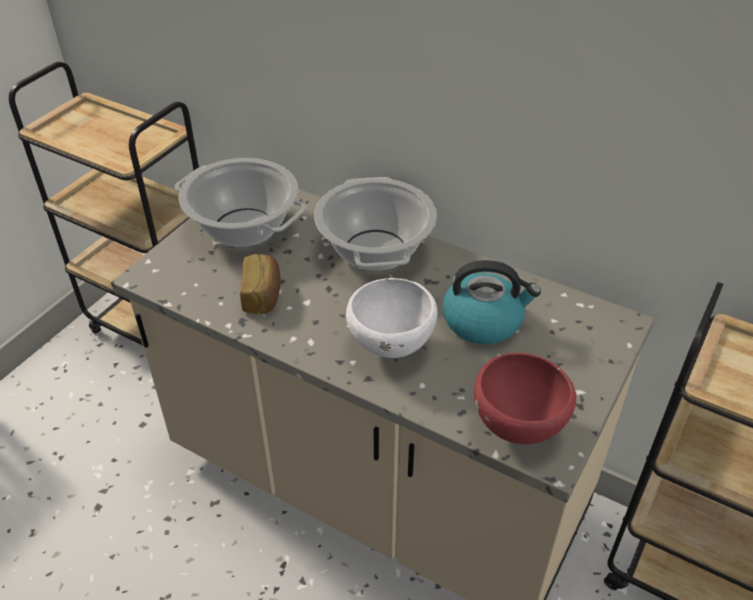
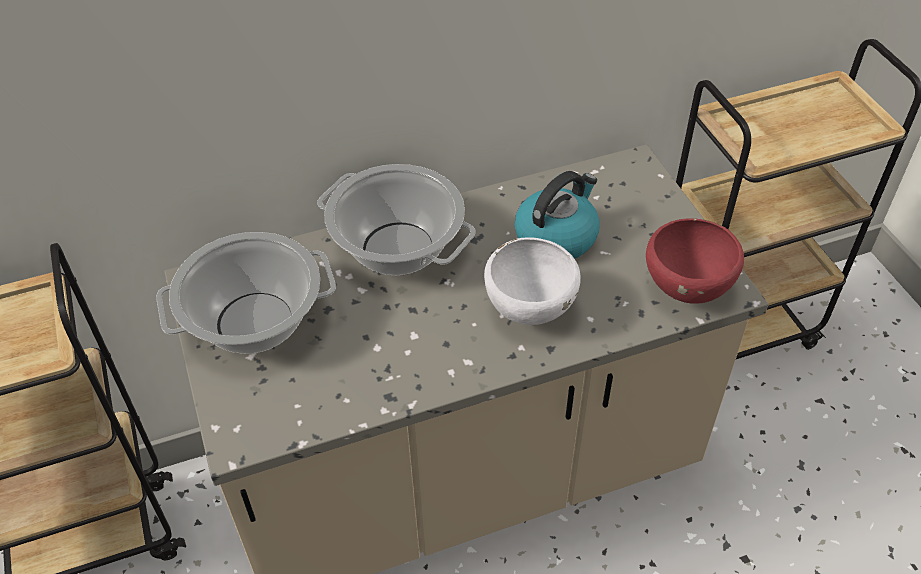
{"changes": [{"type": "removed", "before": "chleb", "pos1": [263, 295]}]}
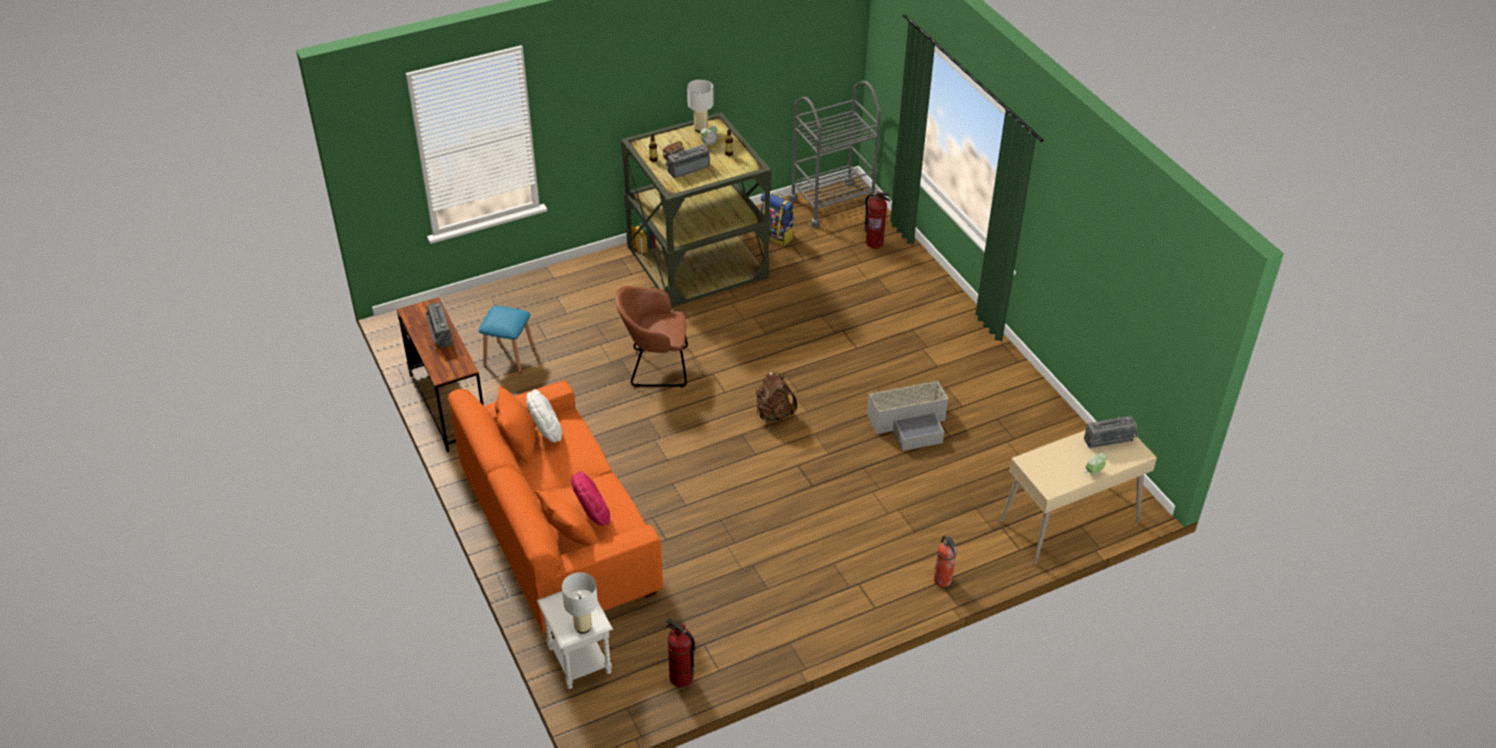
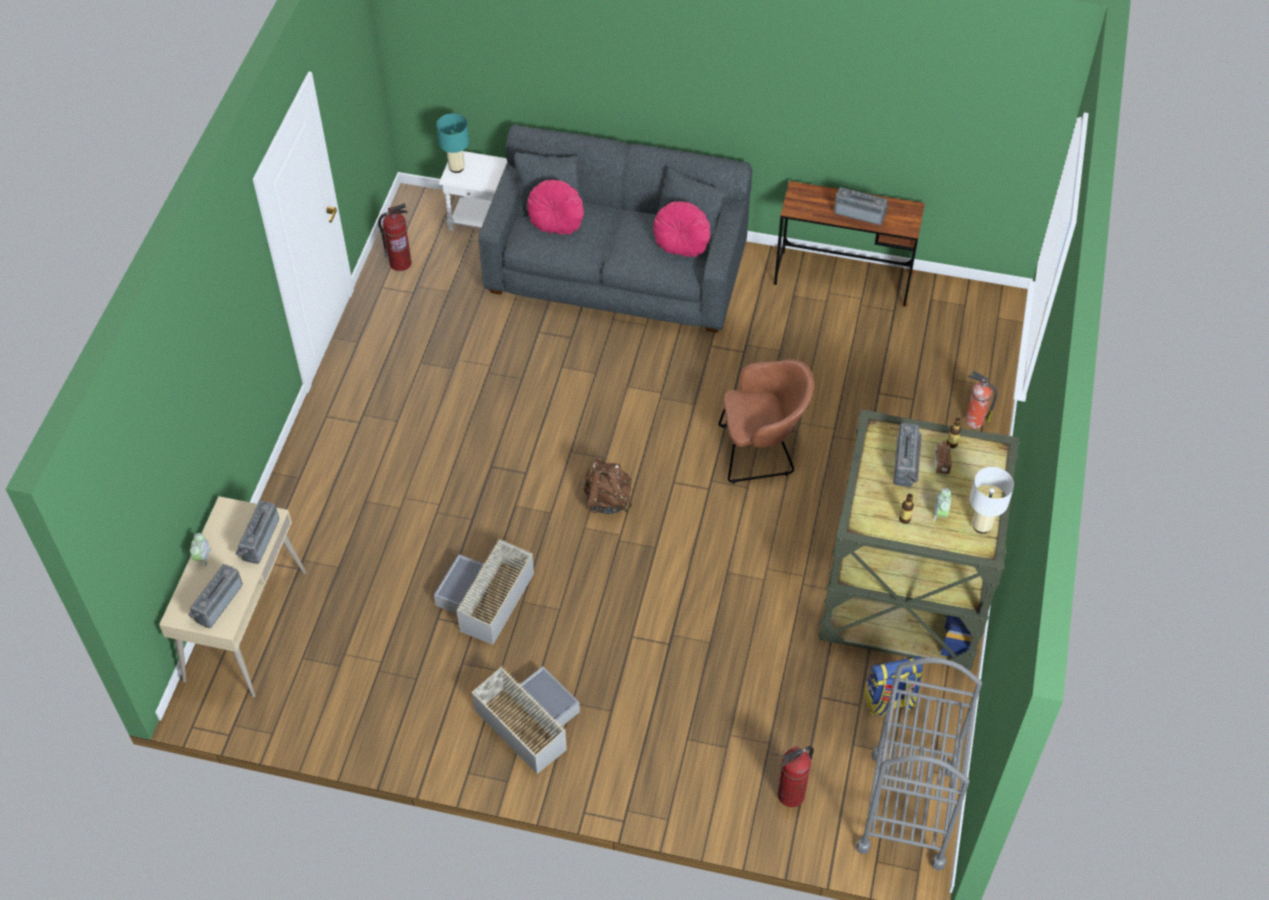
{"changes": [{"type": "turned", "before": "fotel [brązowy]", "pos1": [655, 366], "pos2": [761, 451], "turn": 45}, {"type": "removed", "before": "stołek [niebieski]", "pos1": [509, 356]}, {"type": "recoloured", "before": "kanapa [pomarańczowy]", "after": "kanapa [szary]", "pos1": [559, 532], "pos2": [616, 273]}, {"type": "recoloured", "before": "poduszka [biały]", "after": "poduszka [różowy]", "pos1": [546, 433], "pos2": [681, 248]}, {"type": "moved", "before": "gaśnica", "pos1": [943, 580], "pos2": [973, 420]}, {"type": "recoloured", "before": "lampa stołowa [biały]", "after": "lampa stołowa [turkusowy]", "pos1": [582, 627], "pos2": [456, 167]}, {"type": "added", "after": "radio", "pos2": [258, 539]}, {"type": "added", "after": "pojemnik do przechowywania [szary]", "pos2": [528, 721]}]}
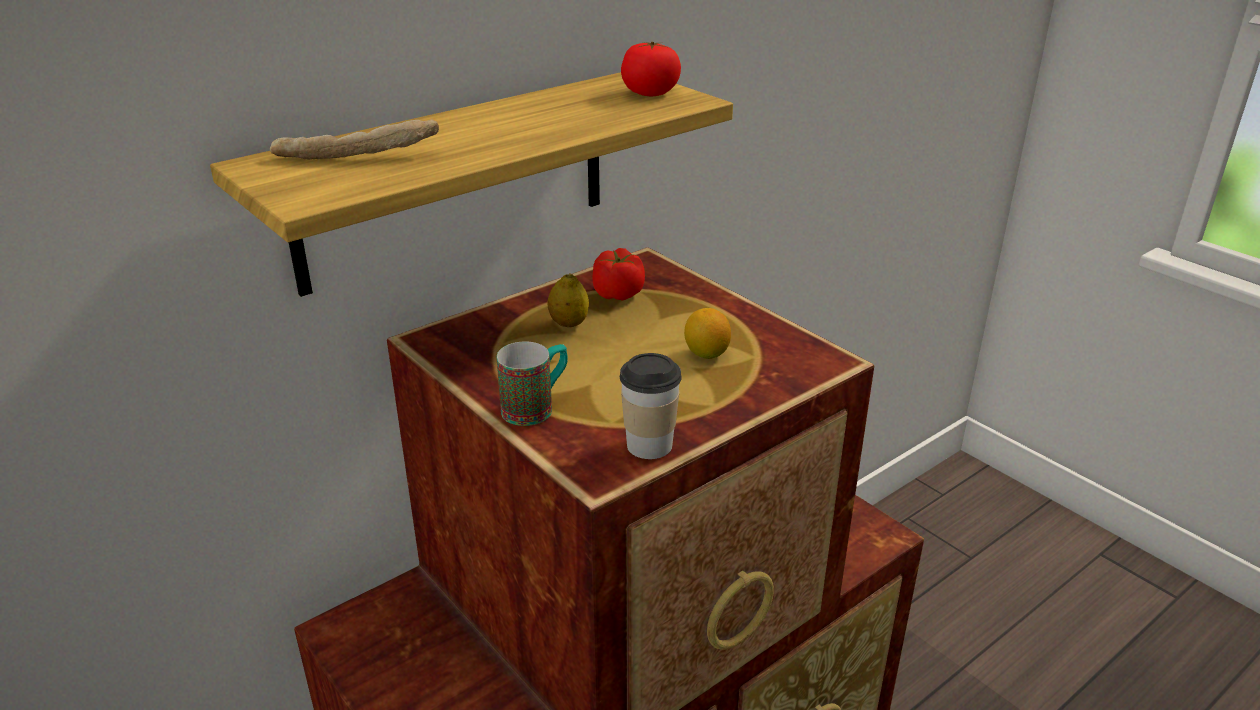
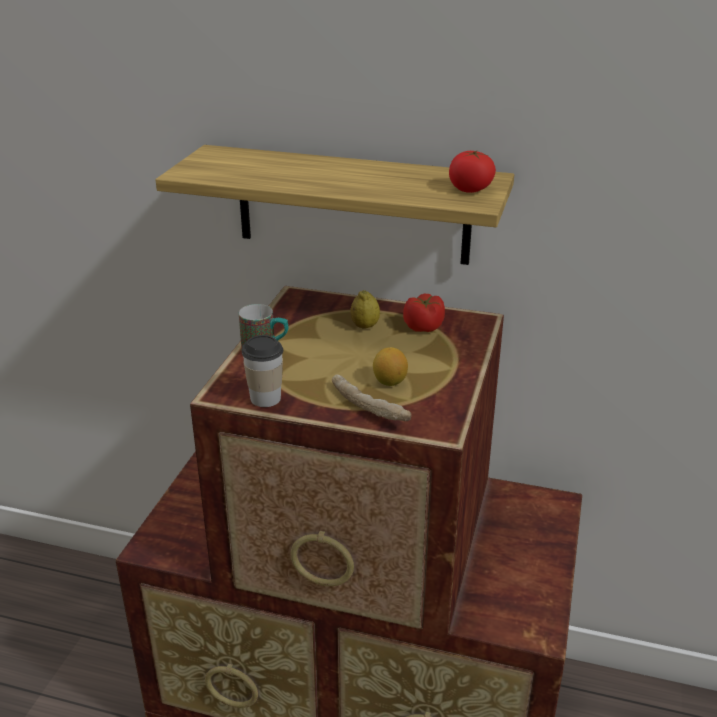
{"changes": [{"type": "moved", "before": "chleb", "pos1": [357, 155], "pos2": [369, 407]}]}
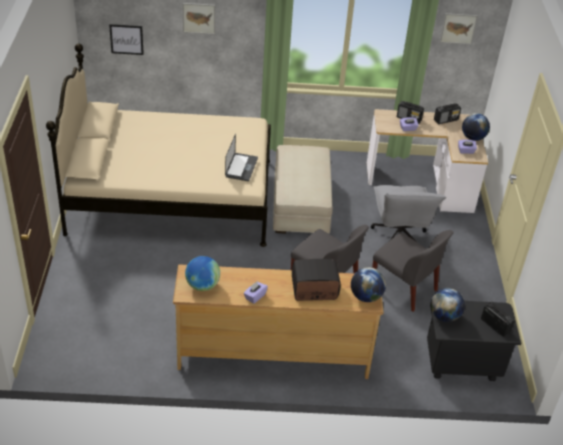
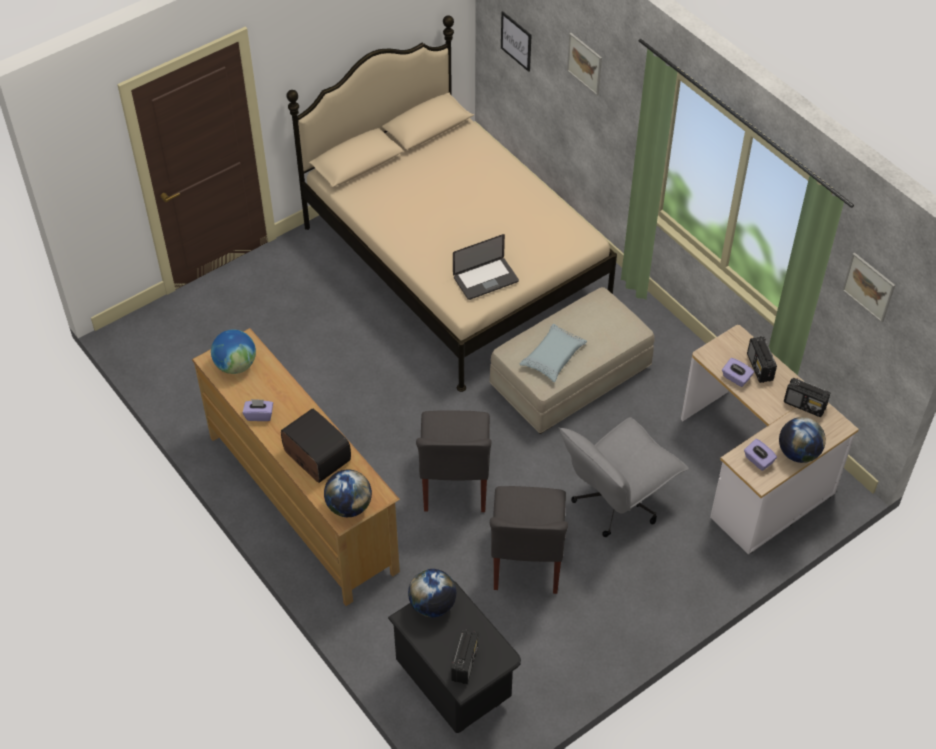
{"changes": [{"type": "added", "after": "poduszka [niebieski]", "pos2": [553, 356]}]}
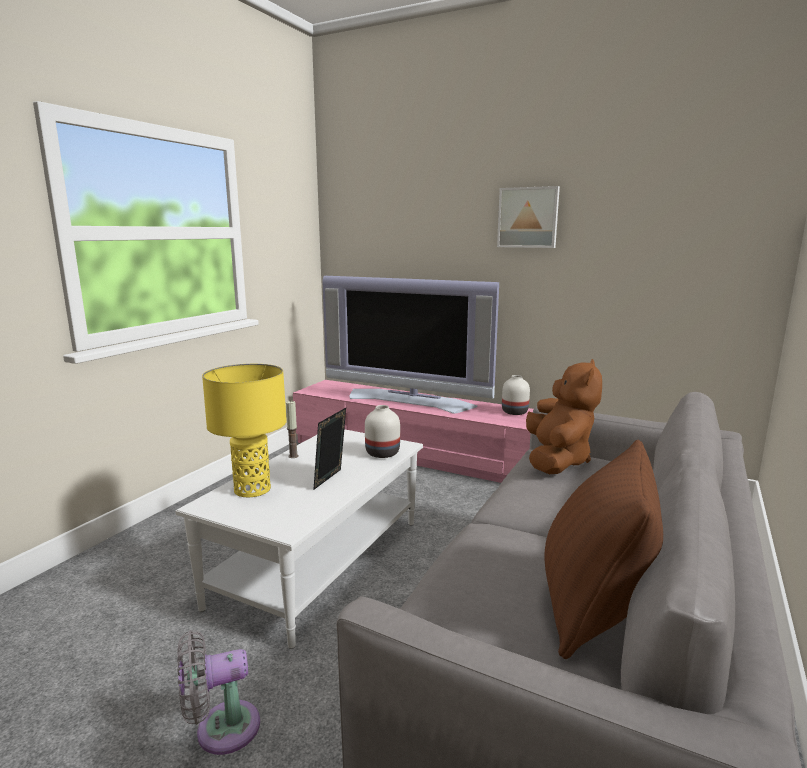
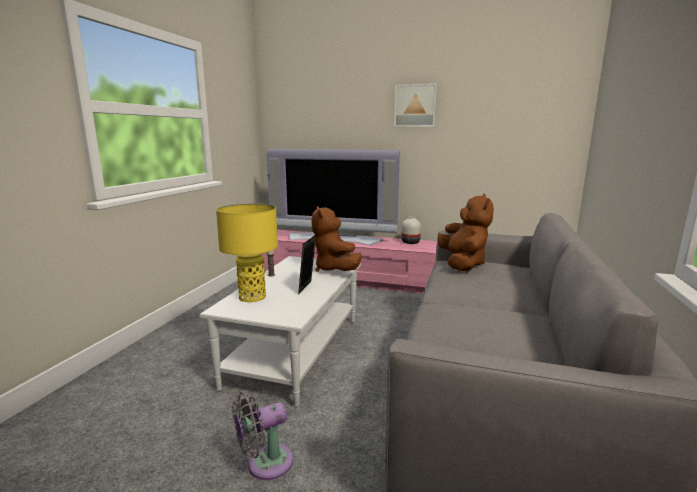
{"changes": [{"type": "replaced", "before": "wazon [biały]", "after": "pluszak [brązowy]", "pos1": [382, 453], "pos2": [335, 269]}, {"type": "removed", "before": "poduszka [brązowy]", "pos1": [593, 607]}]}
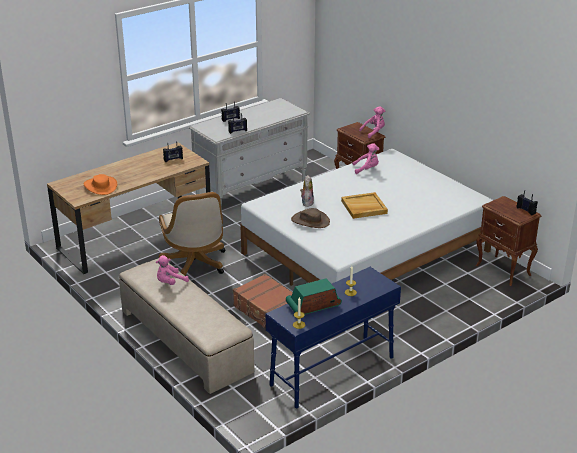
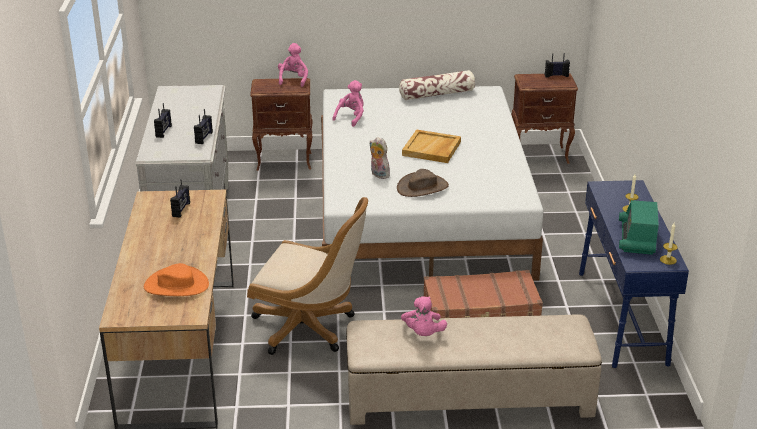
{"changes": [{"type": "added", "after": "poduszka", "pos2": [437, 94]}]}
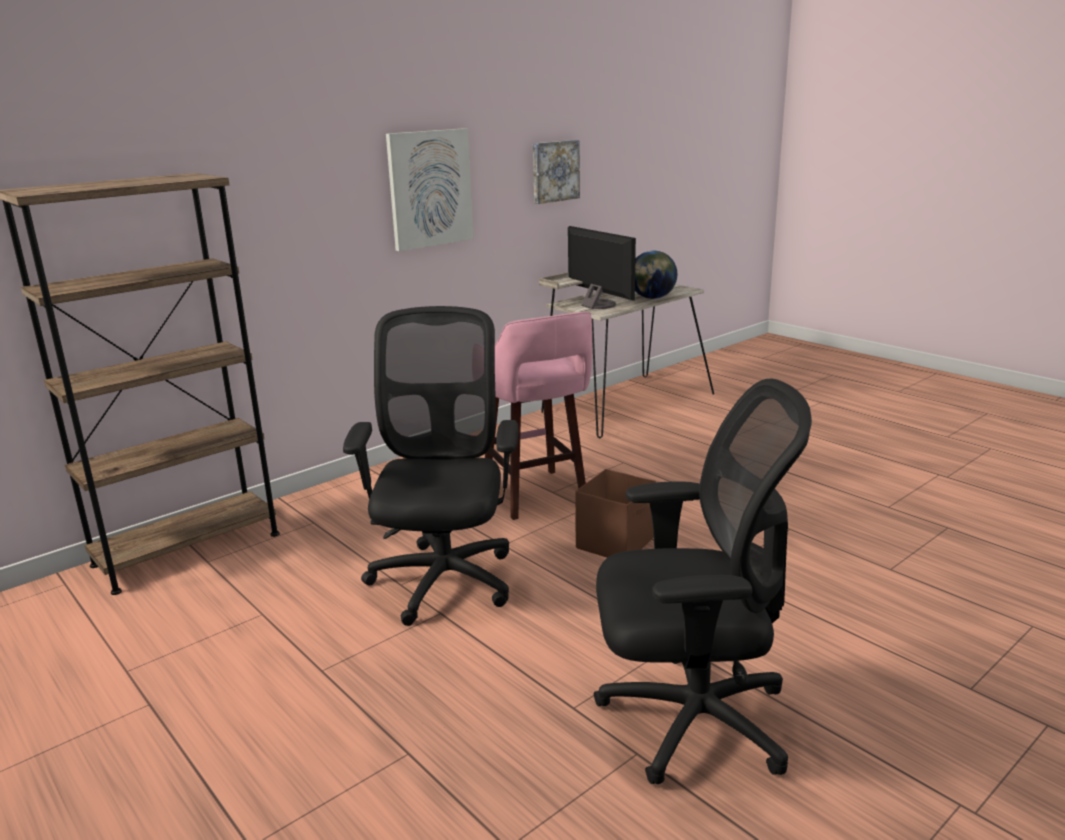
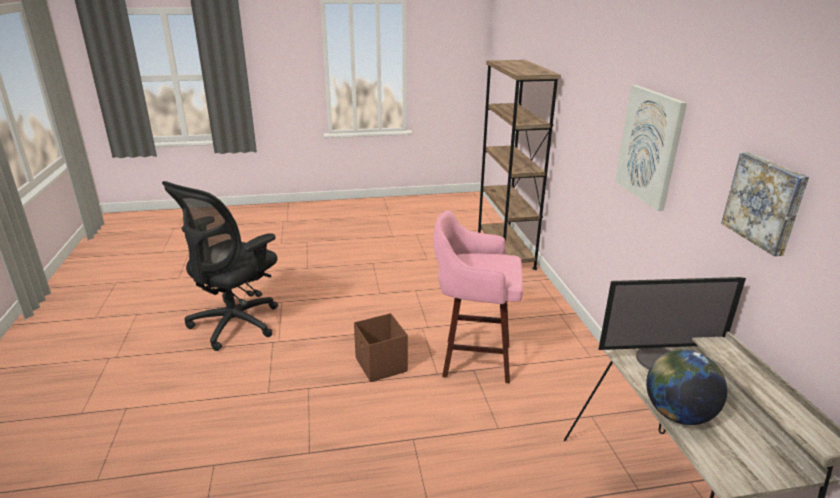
{"changes": [{"type": "removed", "before": "krzesło biurowe [czarny]", "pos1": [444, 586]}]}
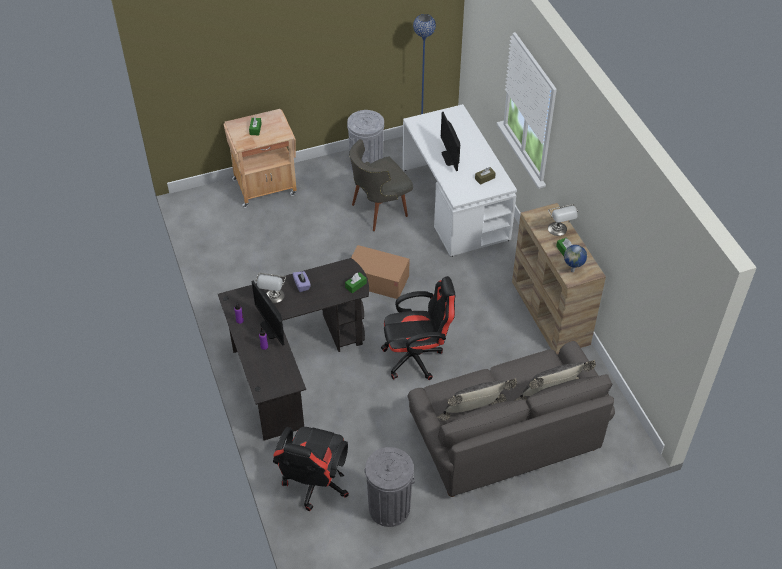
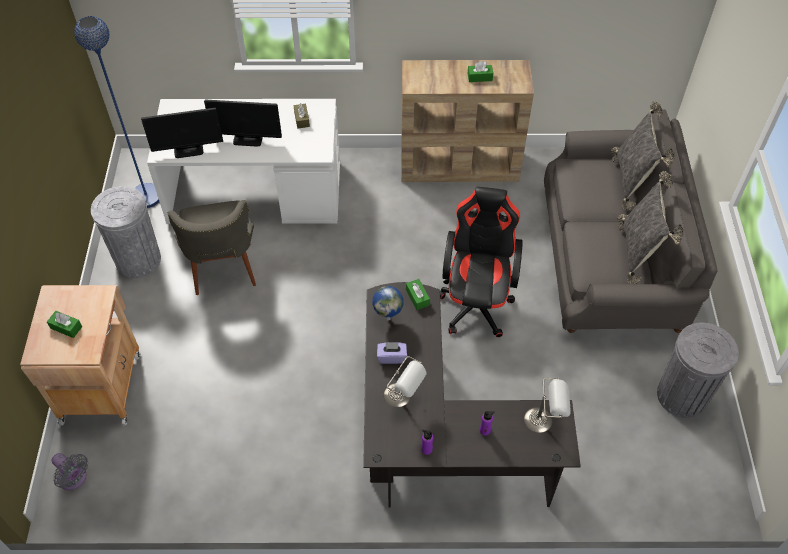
{"changes": [{"type": "moved", "before": "lampa stołowa [biały]", "pos1": [559, 231], "pos2": [544, 419]}, {"type": "removed", "before": "karton", "pos1": [378, 280]}, {"type": "moved", "before": "globus", "pos1": [573, 270], "pos2": [388, 317]}, {"type": "moved", "before": "monitor", "pos1": [271, 328], "pos2": [188, 150]}, {"type": "removed", "before": "krzesło biurowe [czarny]", "pos1": [314, 486]}, {"type": "added", "after": "wentylator [szary]", "pos2": [74, 479]}]}
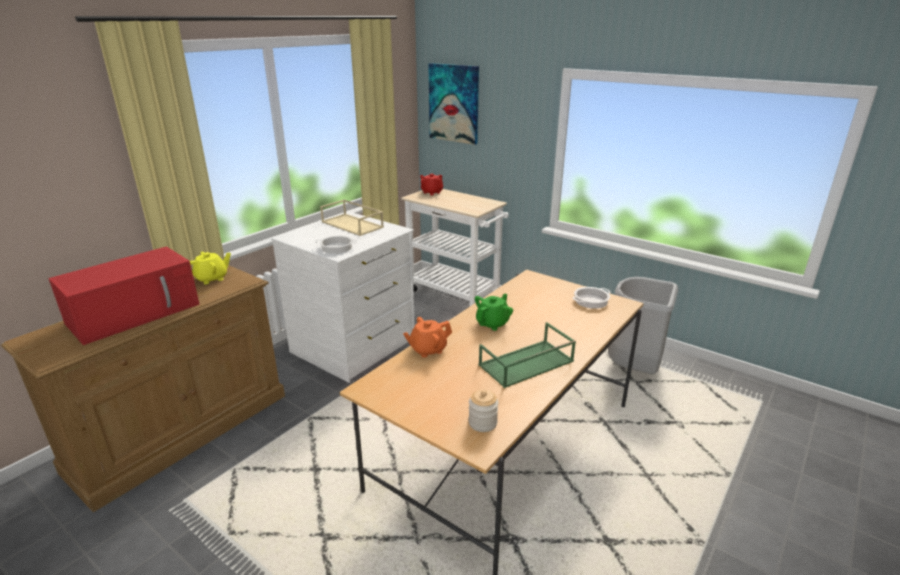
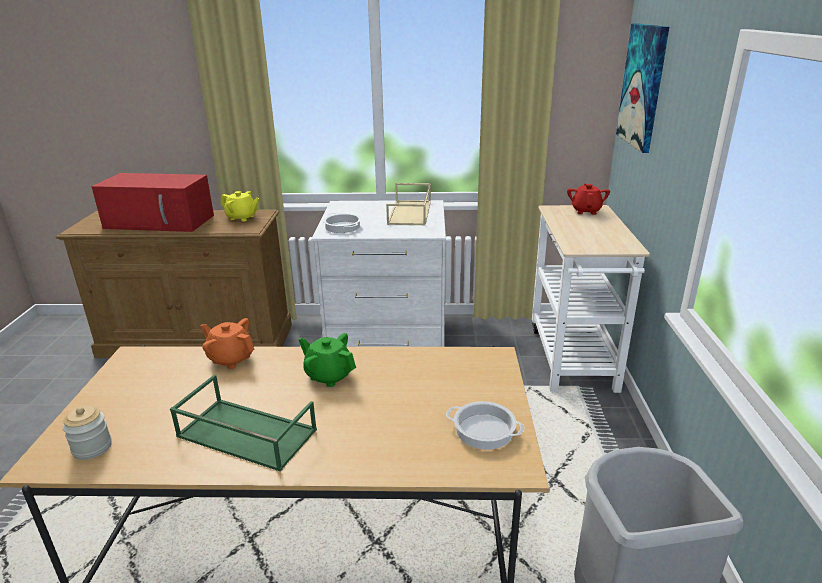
{"changes": [{"type": "turned", "before": "imbryk [zielony]", "pos1": [492, 323], "pos2": [329, 375], "turn": -150}]}
